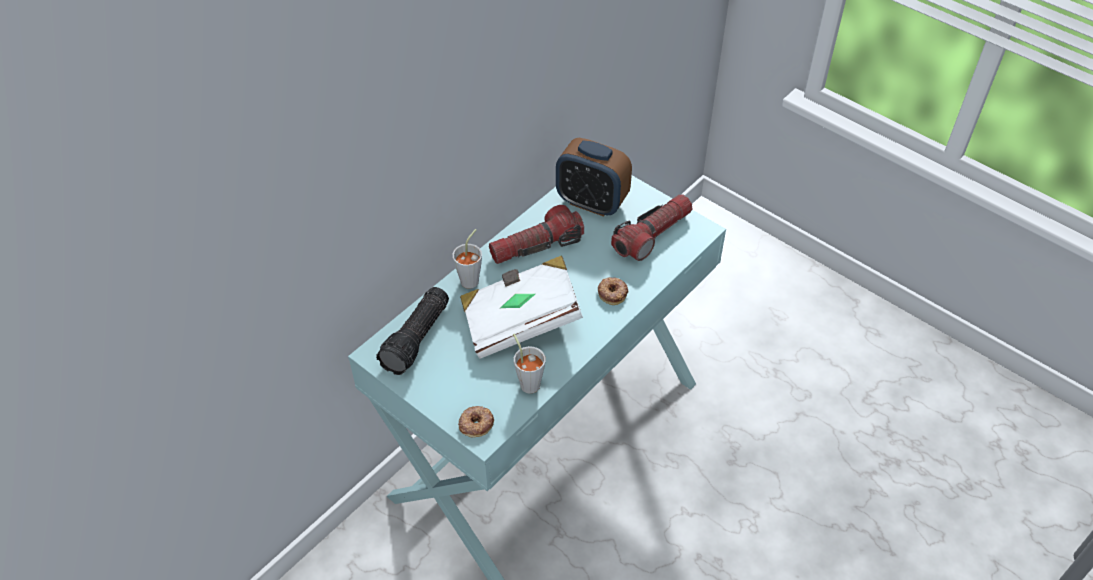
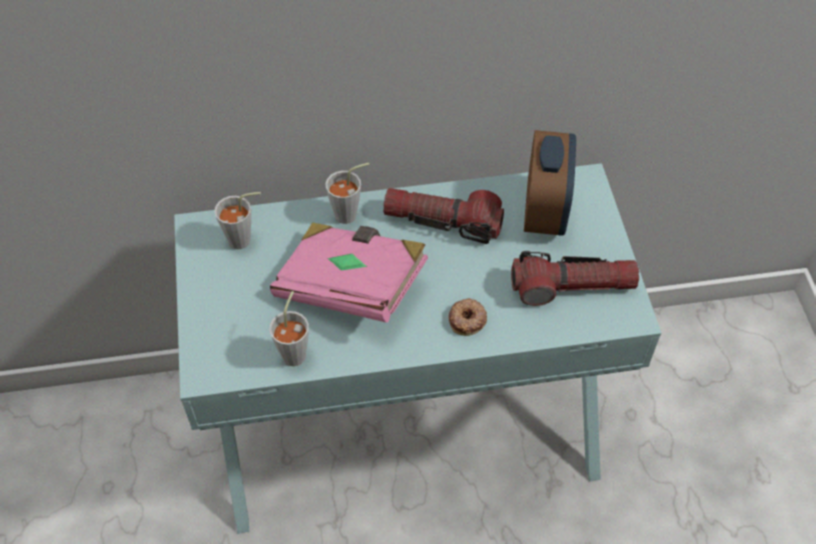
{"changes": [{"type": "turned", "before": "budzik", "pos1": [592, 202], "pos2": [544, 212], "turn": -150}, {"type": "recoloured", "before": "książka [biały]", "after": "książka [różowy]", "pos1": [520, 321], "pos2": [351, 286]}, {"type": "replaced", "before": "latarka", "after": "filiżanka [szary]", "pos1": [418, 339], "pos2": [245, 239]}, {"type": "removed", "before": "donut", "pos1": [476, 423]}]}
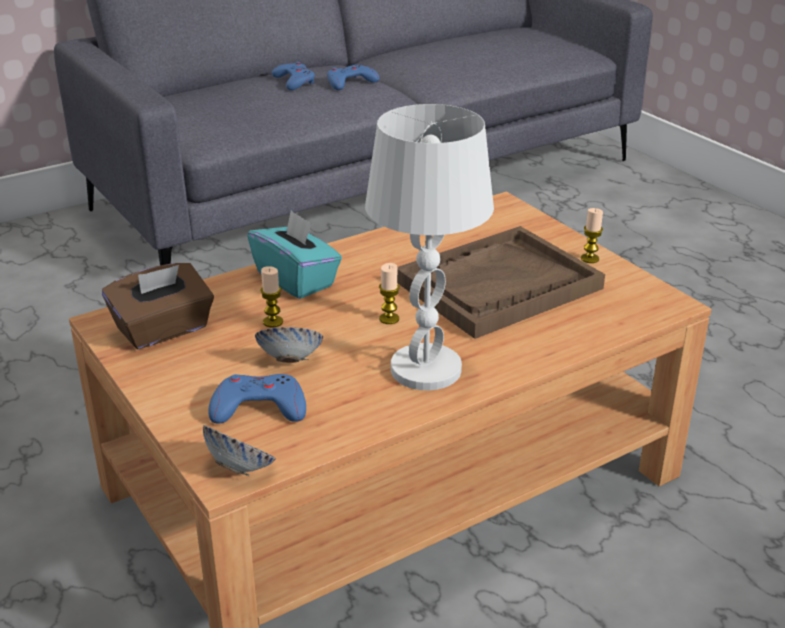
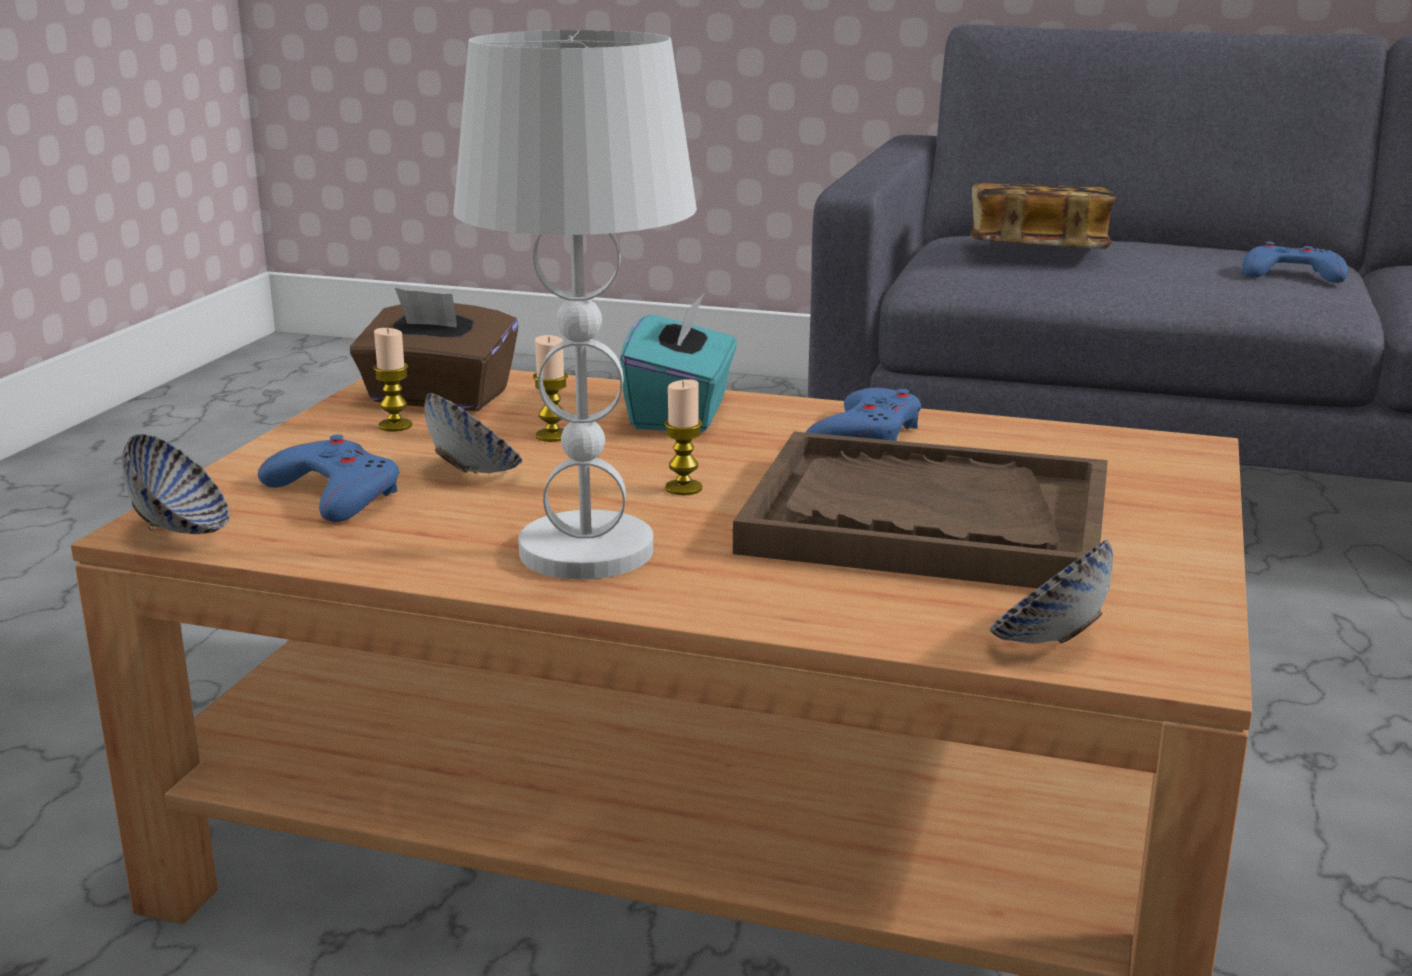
{"changes": [{"type": "moved", "before": "pad do gier [niebieski]", "pos1": [294, 81], "pos2": [866, 434]}, {"type": "moved", "before": "świeca", "pos1": [590, 259], "pos2": [395, 426]}, {"type": "added", "after": "książka", "pos2": [1037, 251]}, {"type": "added", "after": "miska", "pos2": [1047, 640]}]}
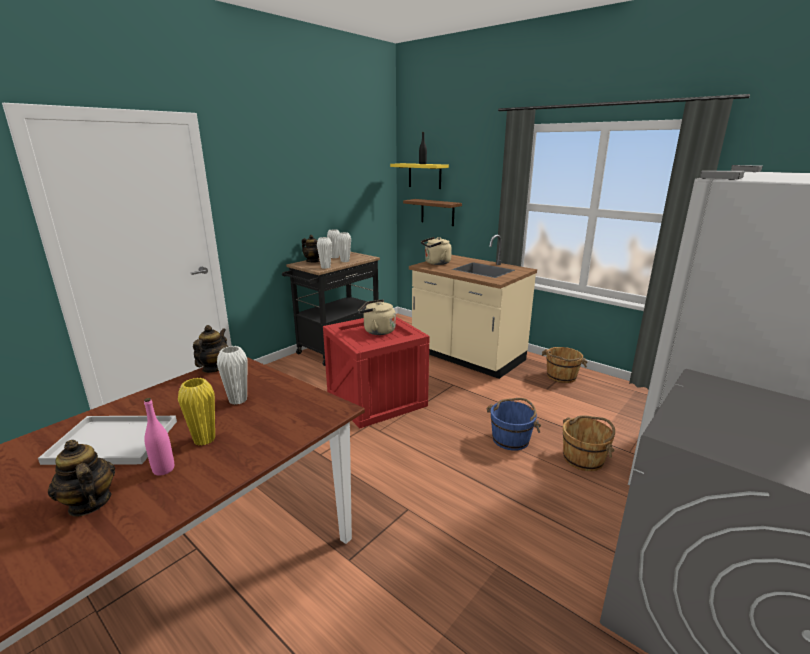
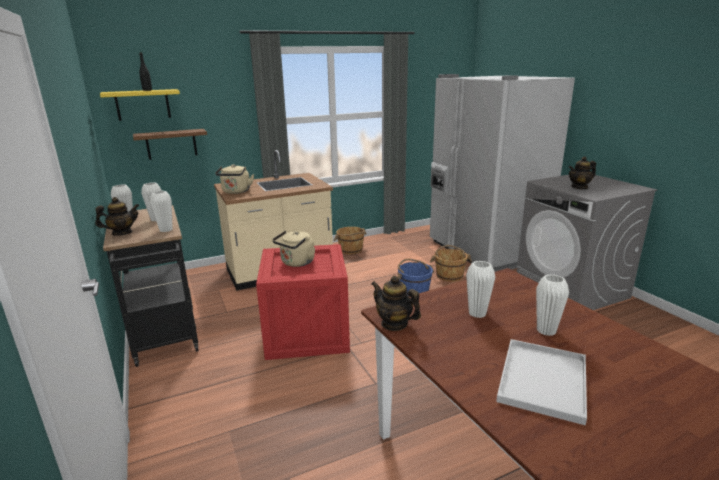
{"changes": [{"type": "recoloured", "before": "wazon [żółty]", "after": "wazon [biały]", "pos1": [204, 439], "pos2": [546, 331]}, {"type": "removed", "before": "butelka [różowy]", "pos1": [163, 469]}, {"type": "moved", "before": "imbryk", "pos1": [89, 503], "pos2": [579, 187]}]}
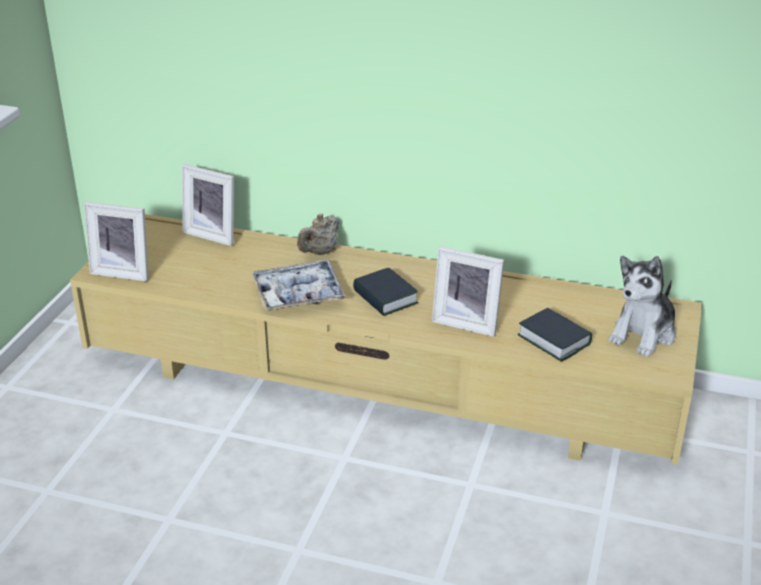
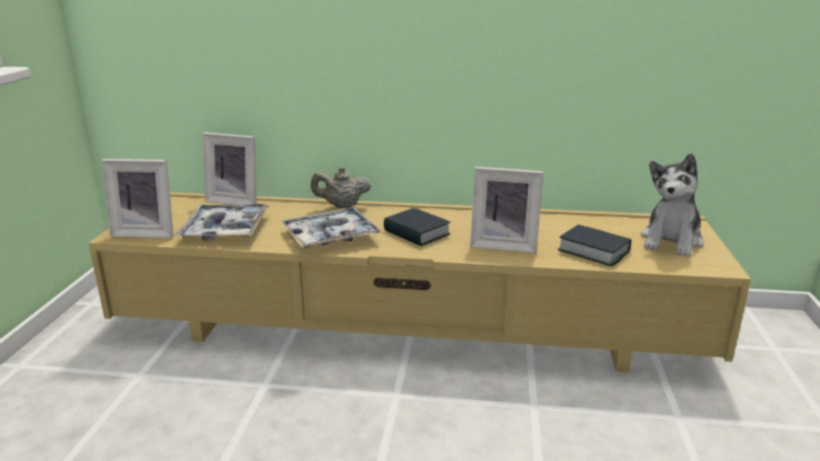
{"changes": [{"type": "turned", "before": "imbryk [beżowy]", "pos1": [319, 252], "pos2": [341, 206], "turn": 60}, {"type": "added", "after": "taca", "pos2": [225, 230]}]}
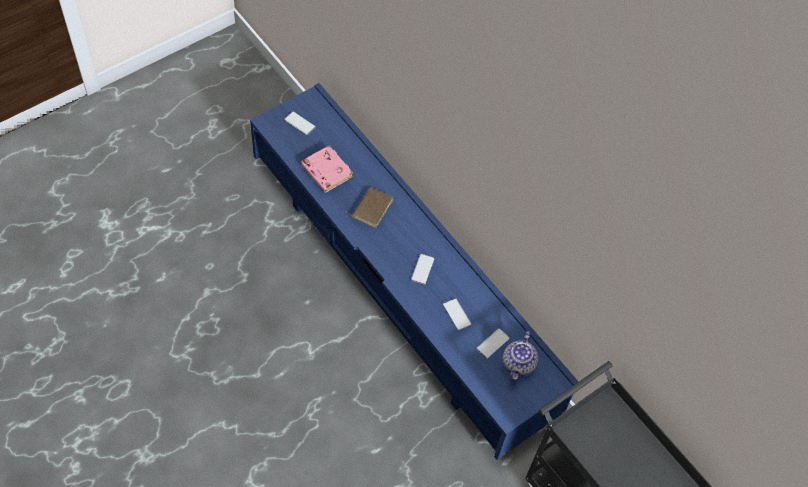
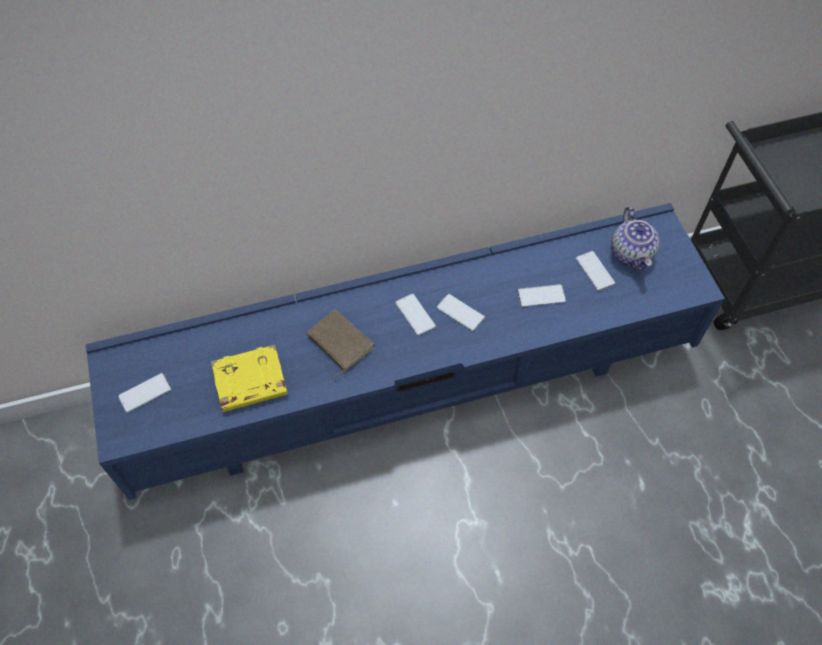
{"changes": [{"type": "recoloured", "before": "książka [różowy]", "after": "książka [żółty]", "pos1": [326, 171], "pos2": [250, 382]}, {"type": "turned", "before": "imbryk", "pos1": [519, 365], "pos2": [632, 254], "turn": 45}, {"type": "added", "after": "telefon", "pos2": [415, 315]}]}
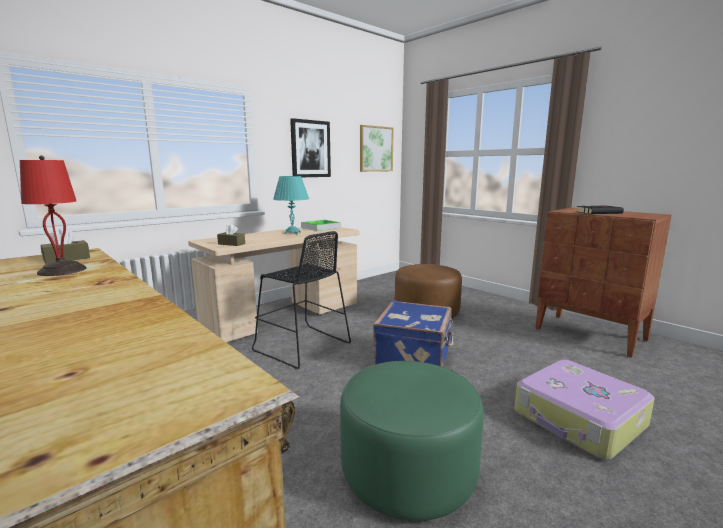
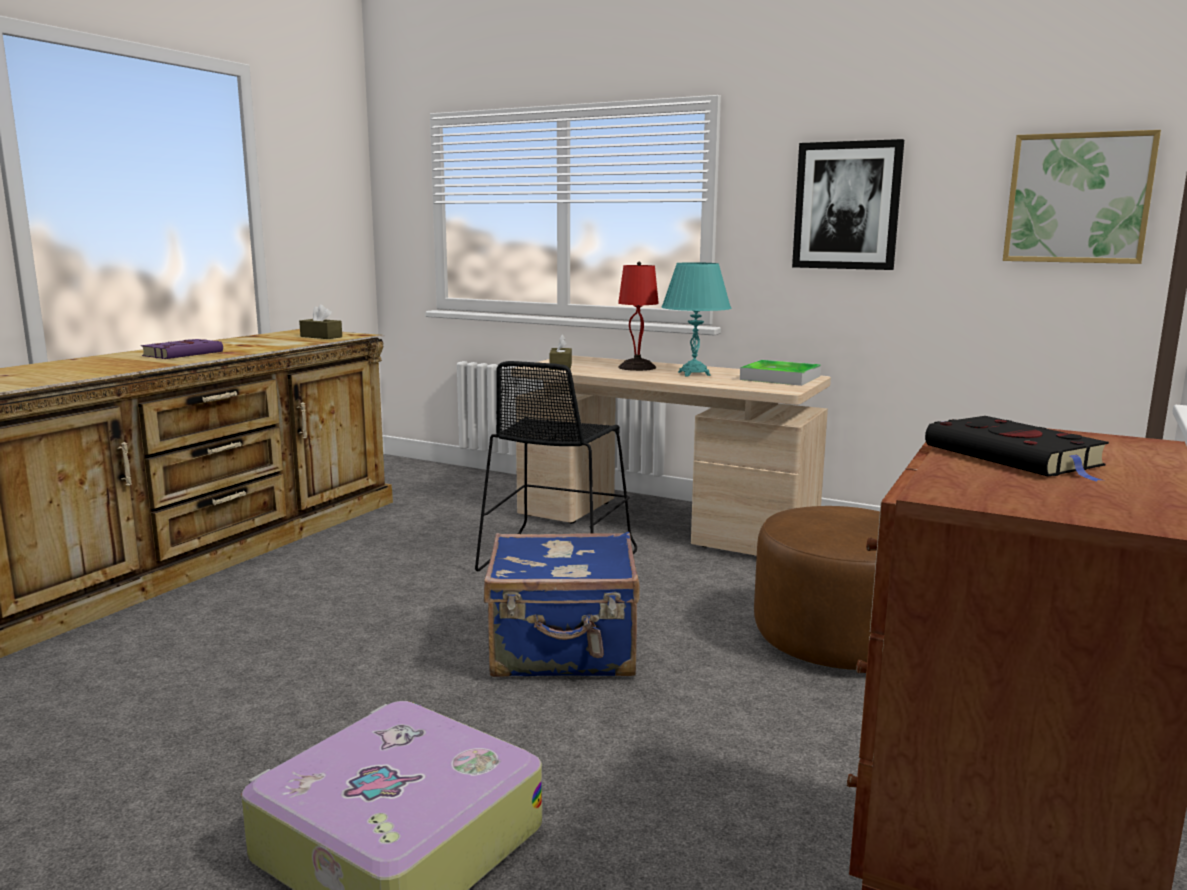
{"changes": [{"type": "moved", "before": "lampa stołowa [czerwony]", "pos1": [61, 271], "pos2": [636, 367]}, {"type": "removed", "before": "pufa [zielony]", "pos1": [407, 472]}, {"type": "added", "after": "książka [fioletowy]", "pos2": [185, 354]}]}
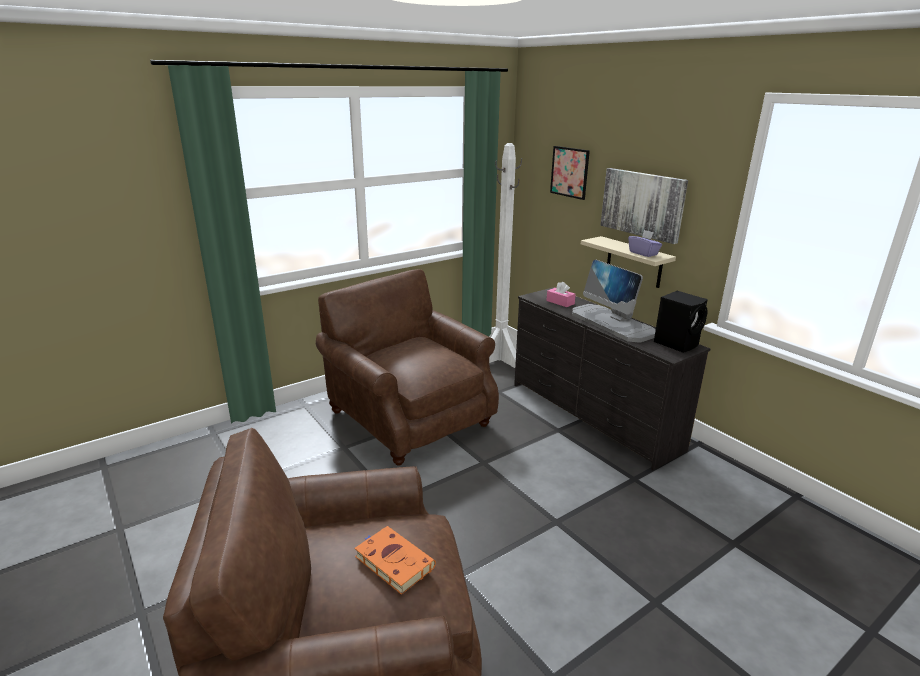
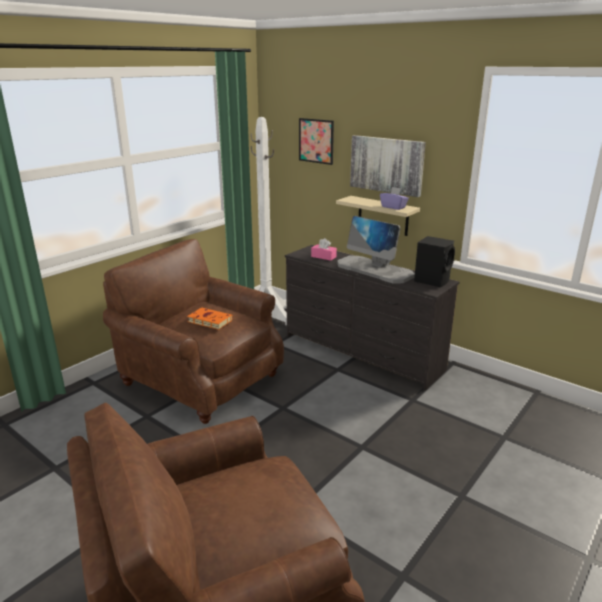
{"changes": [{"type": "moved", "before": "książka [pomarańczowy]", "pos1": [392, 561], "pos2": [209, 321]}]}
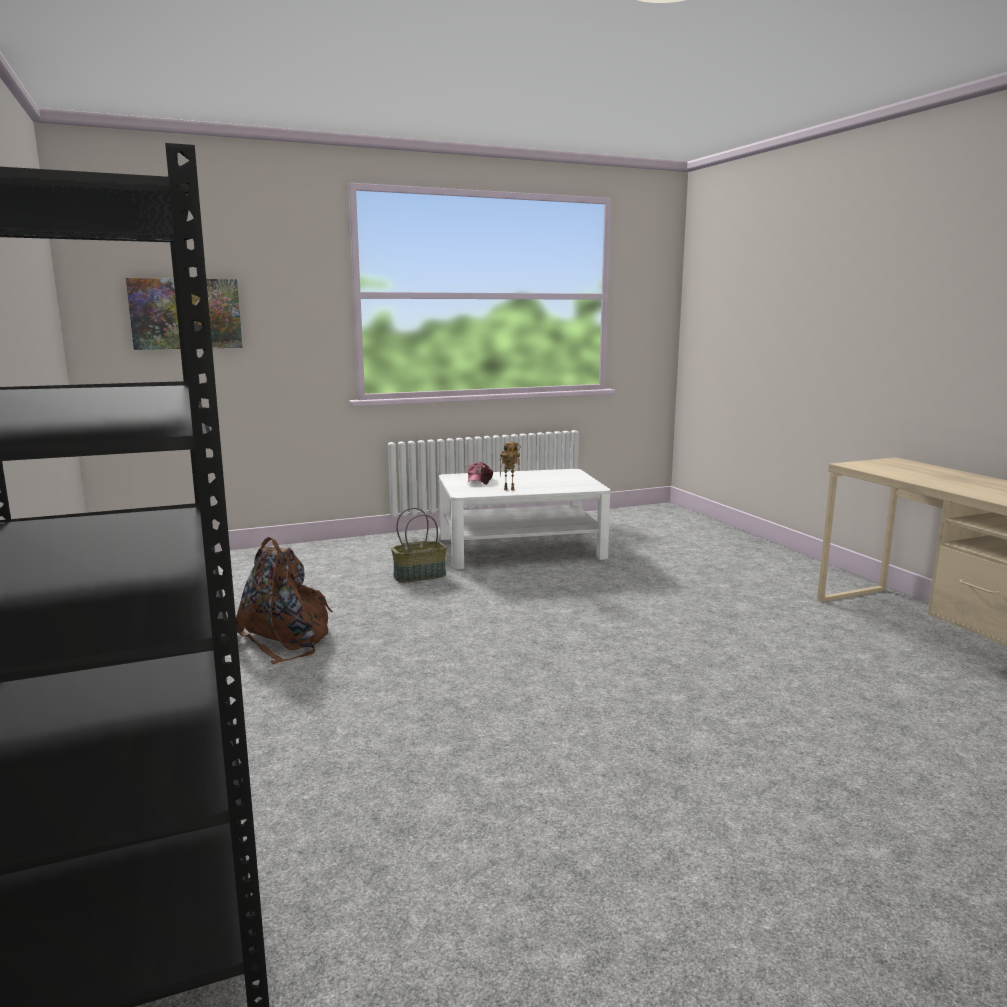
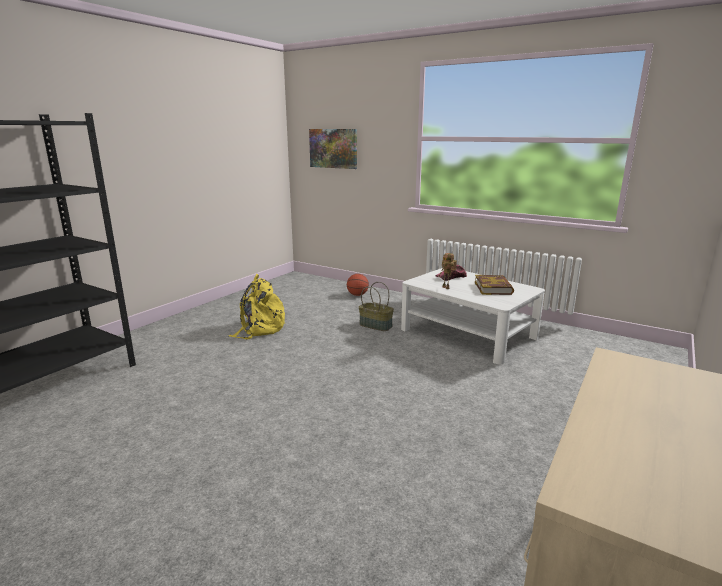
{"changes": [{"type": "recoloured", "before": "plecak [brązowy]", "after": "plecak [żółty]", "pos1": [286, 638], "pos2": [259, 328]}, {"type": "added", "after": "piłka do koszykówki", "pos2": [357, 295]}, {"type": "added", "after": "książka", "pos2": [493, 288]}]}
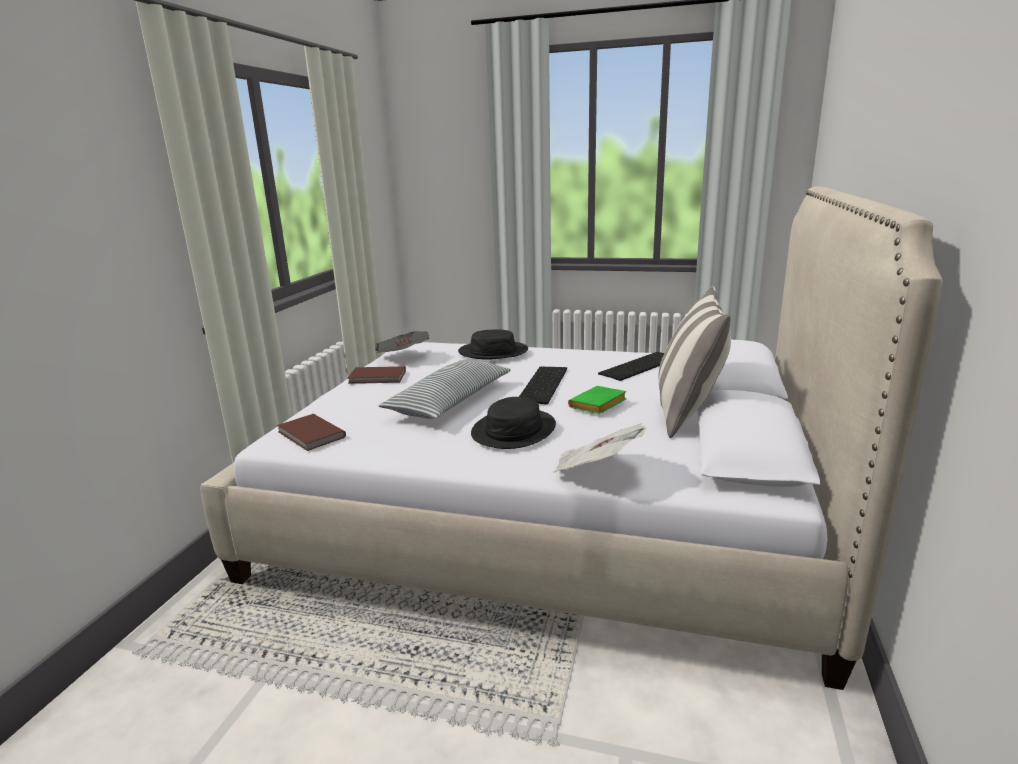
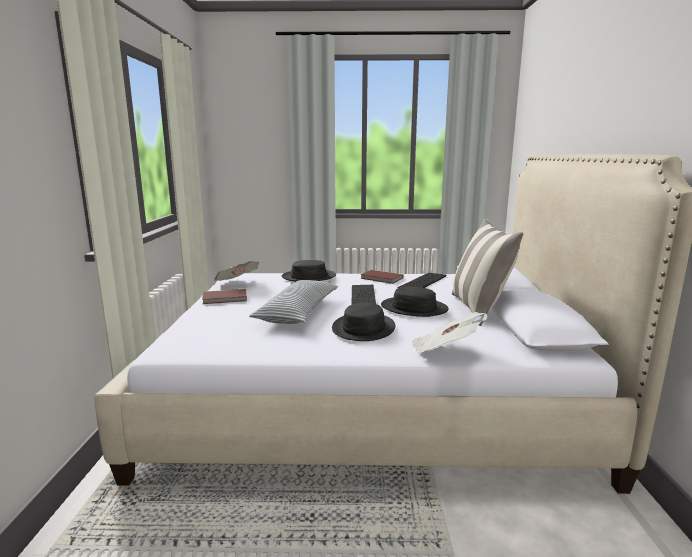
{"changes": [{"type": "replaced", "before": "książka [zielony]", "after": "kapelusz [czarny]", "pos1": [598, 405], "pos2": [414, 308]}, {"type": "moved", "before": "książka [brązowy]", "pos1": [310, 435], "pos2": [381, 278]}]}
